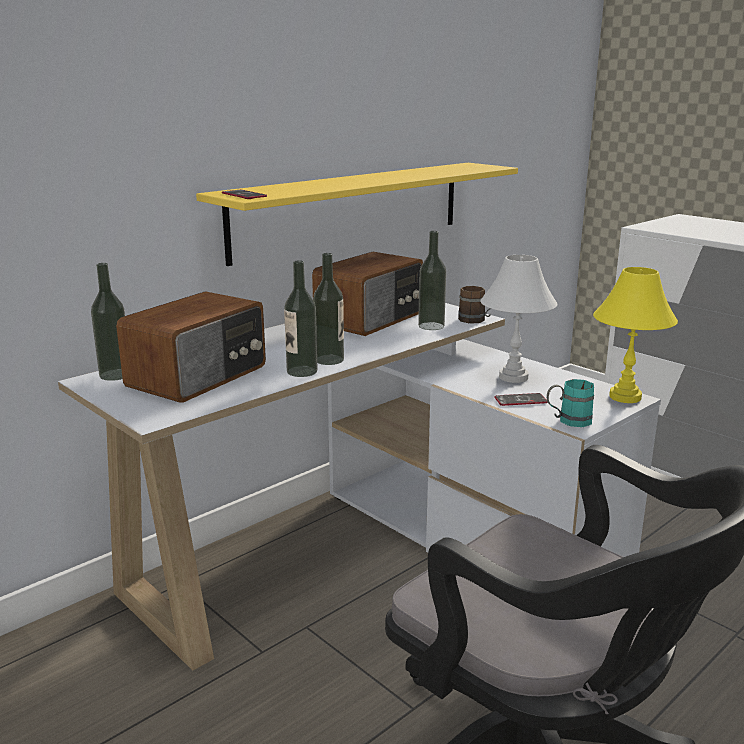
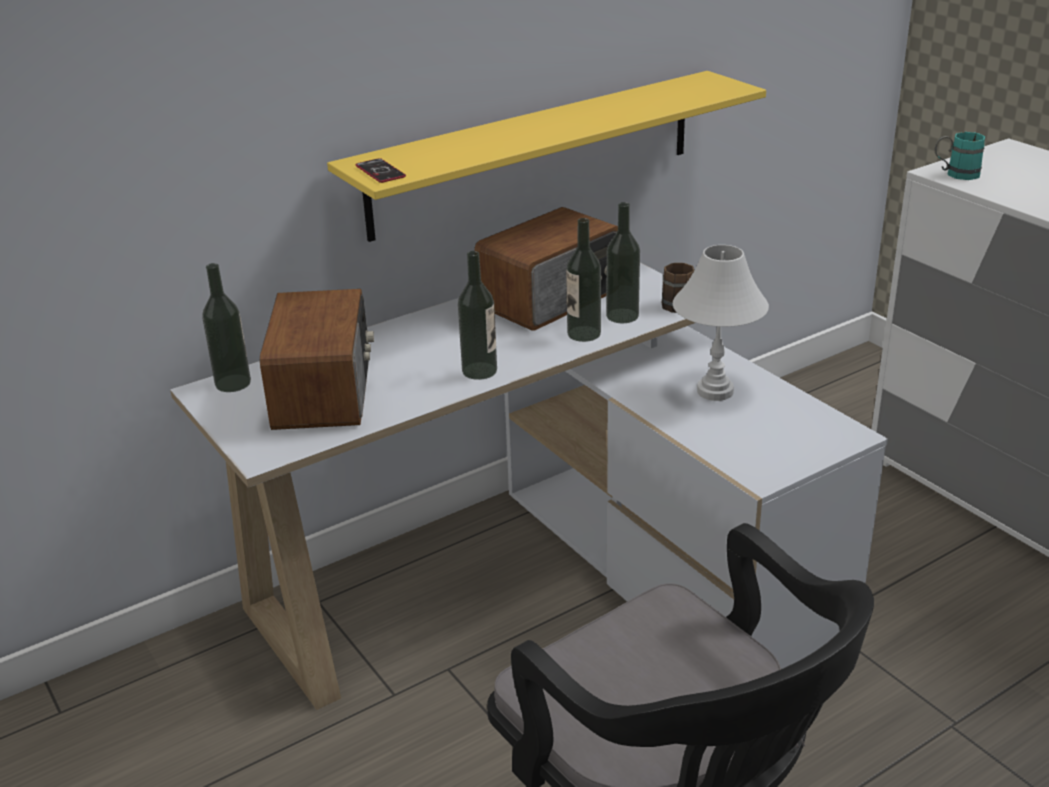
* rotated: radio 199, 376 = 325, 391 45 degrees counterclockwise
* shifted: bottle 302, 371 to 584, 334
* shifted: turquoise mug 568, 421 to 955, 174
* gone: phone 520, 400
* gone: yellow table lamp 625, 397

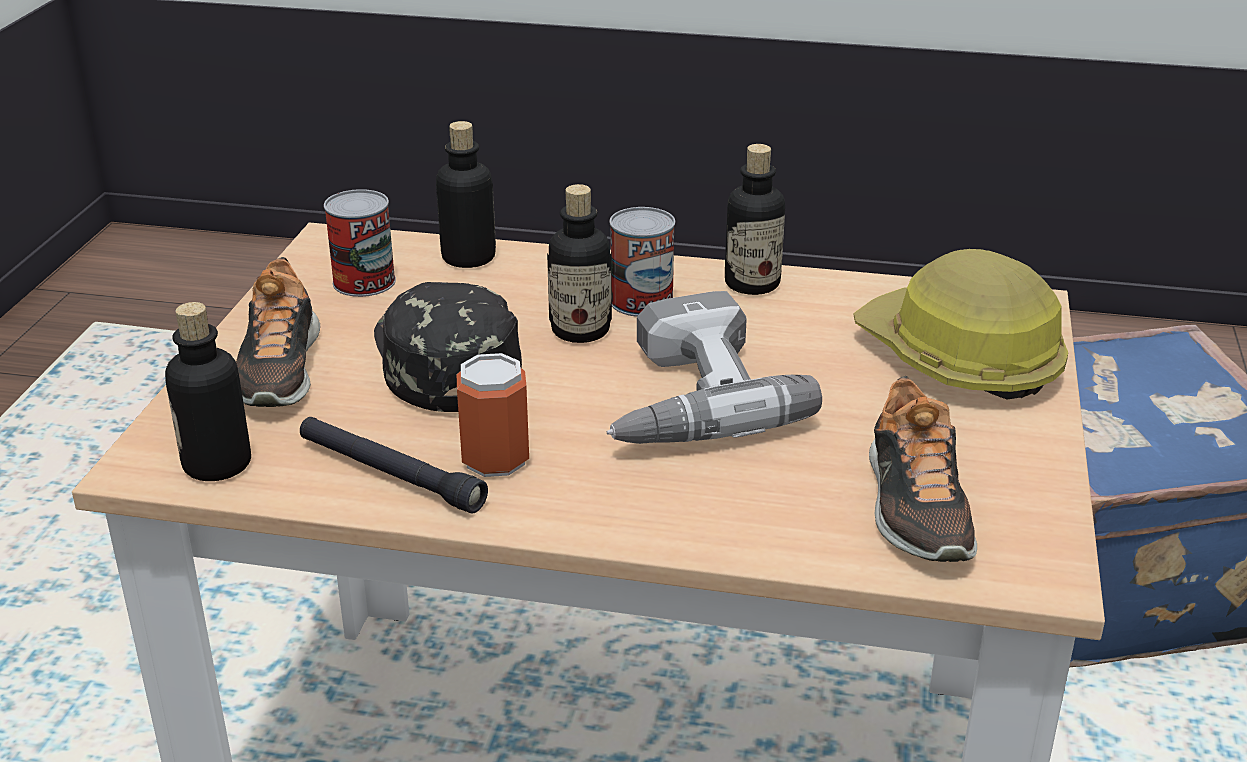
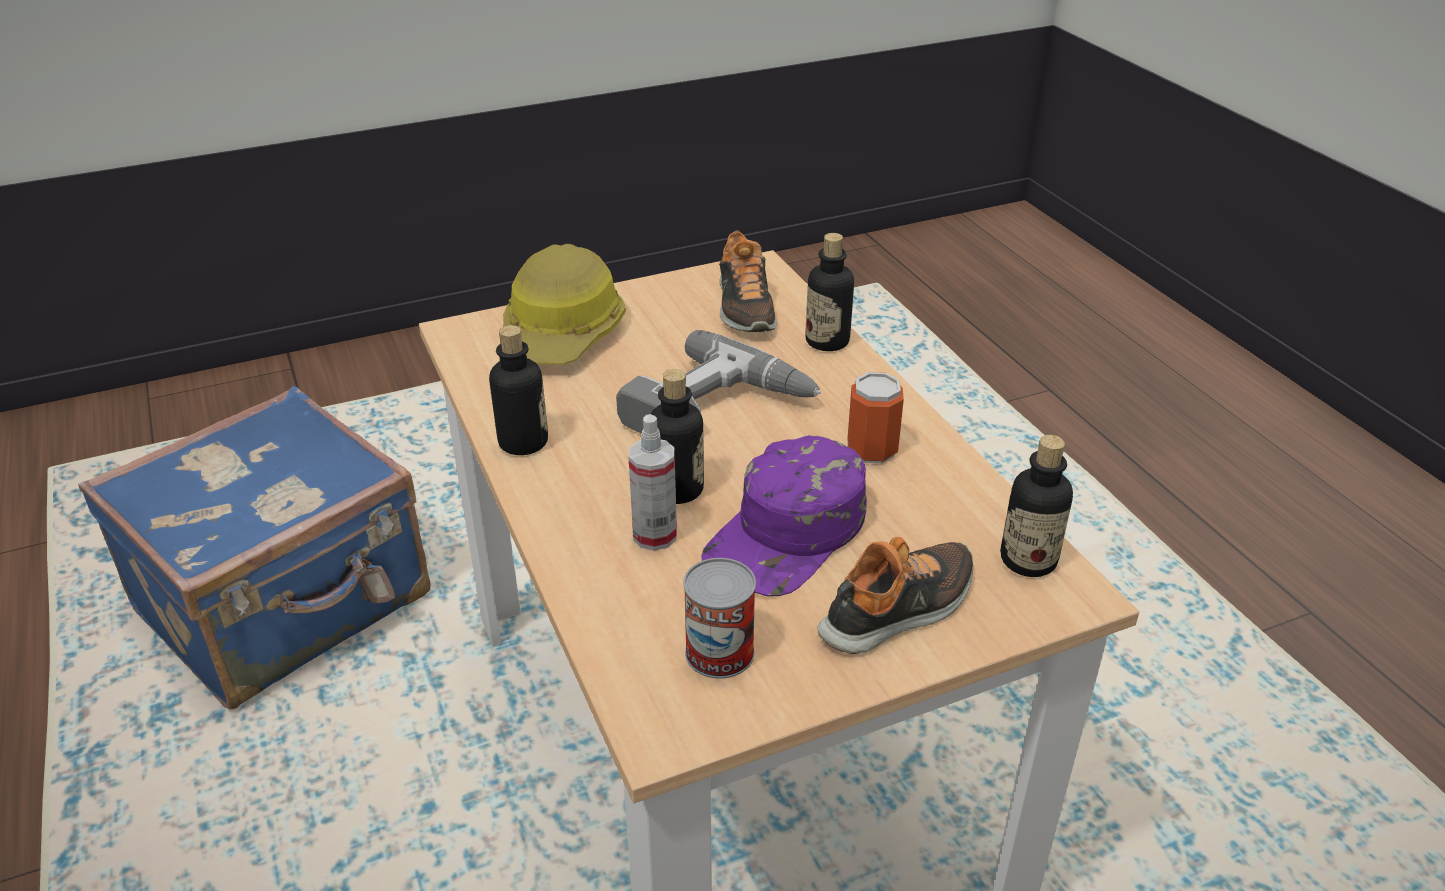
* new: spray bottle 655, 535
* repainted: black cap 443, 358 to purple cap 788, 534
* rotated: shoe 915, 508 = 744, 308 120 degrees clockwise
* shifted: bottle 468, 257 to 827, 341
* gone: black flashlight 390, 474
* gone: can 641, 301

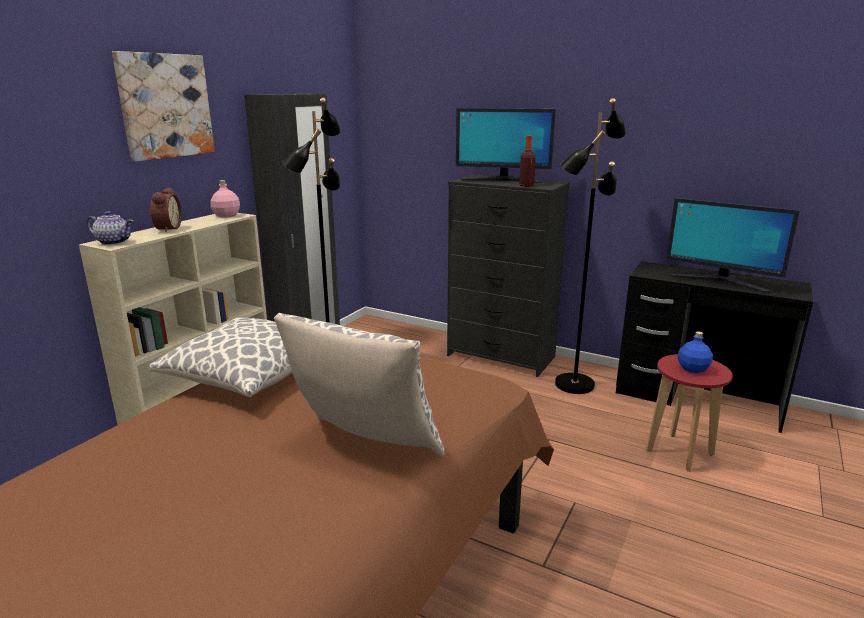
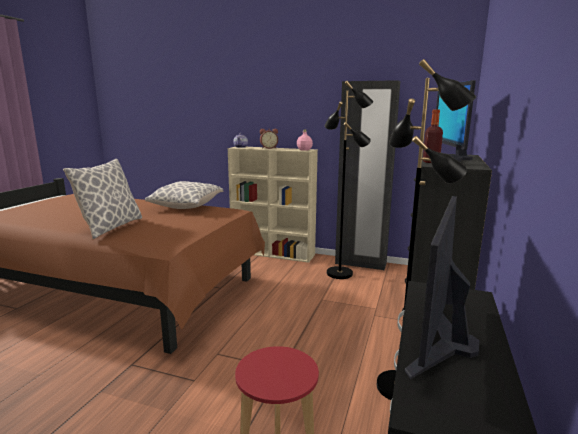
* gone: picture 165, 106
* gone: blue bottle 693, 369

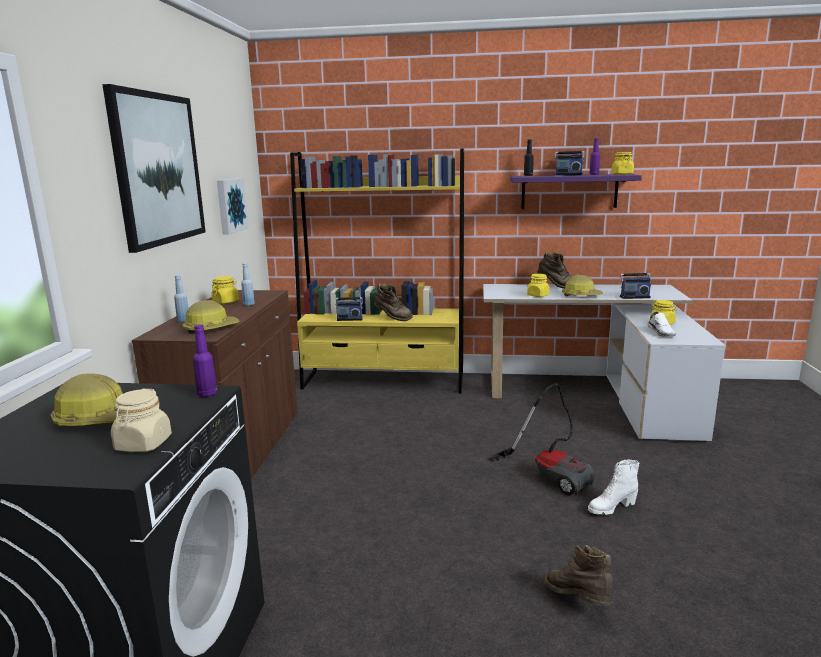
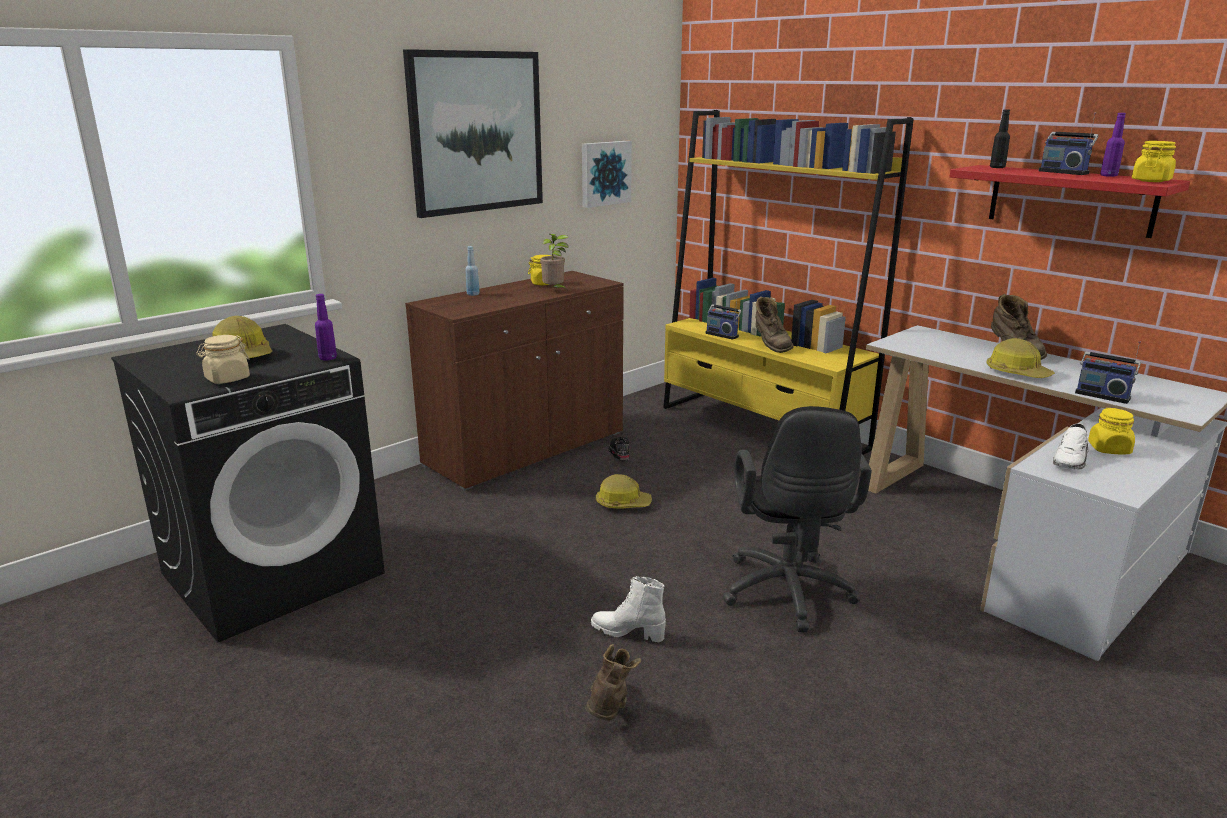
* swapped: blue bottle 249, 304 to potted plant 554, 291
* shifted: white boot 611, 507 to 628, 632
* shifted: hard hat 211, 328 to 622, 503
* new: black shoe 619, 453
* swapped: vacuum cleaner 550, 474 to black office chair 788, 595
* repainted: purple shelf 569, 191 to red shelf 1070, 200
* gone: yellow jar 538, 295

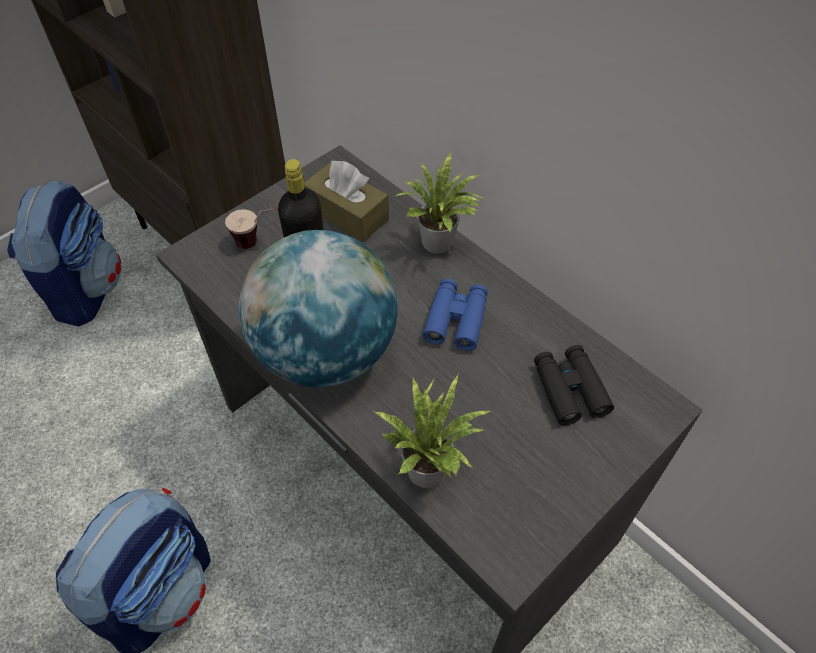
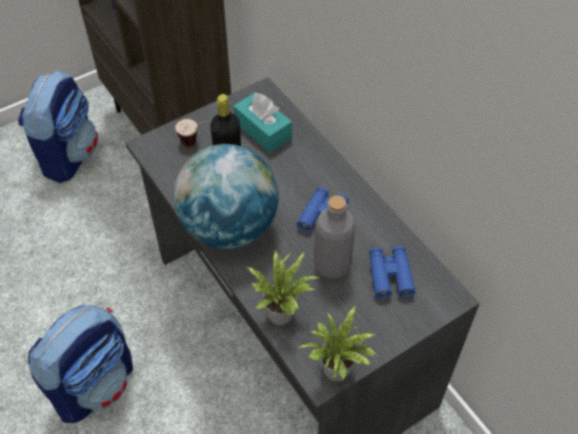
* repainted: brown tissue box 347, 214 to turquoise tissue box 263, 130
* shifted: potted plant 440, 245 to 338, 372
* new: grey bottle 332, 265
* repainted: black binoculars 569, 389 to blue binoculars 390, 275

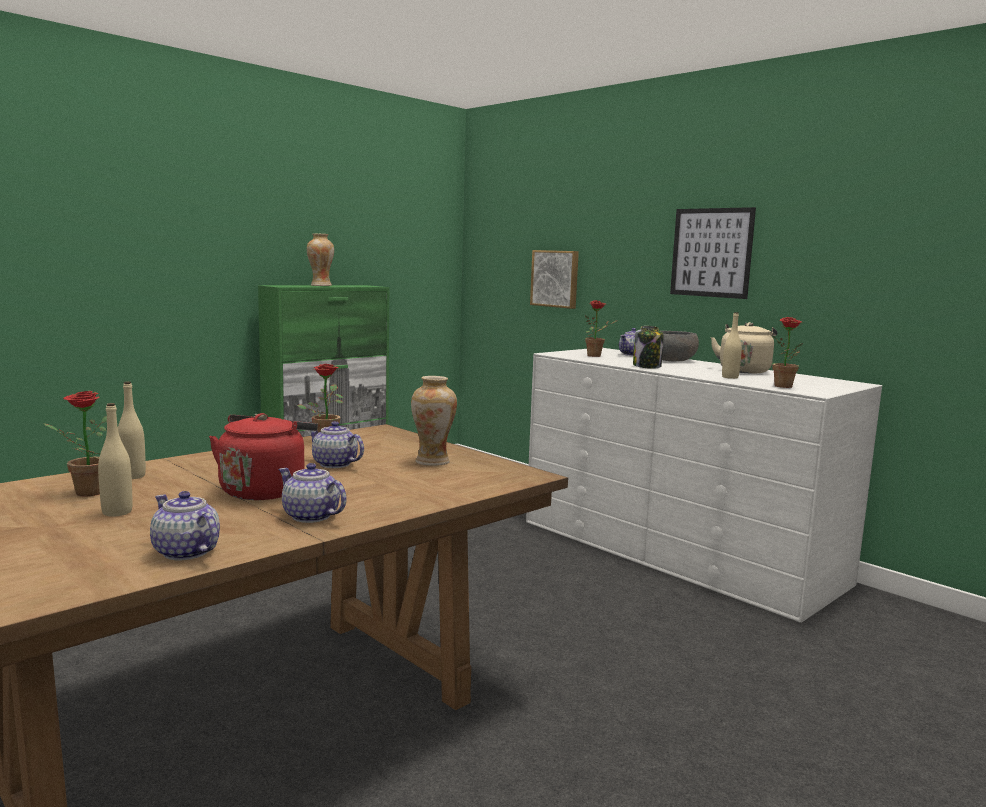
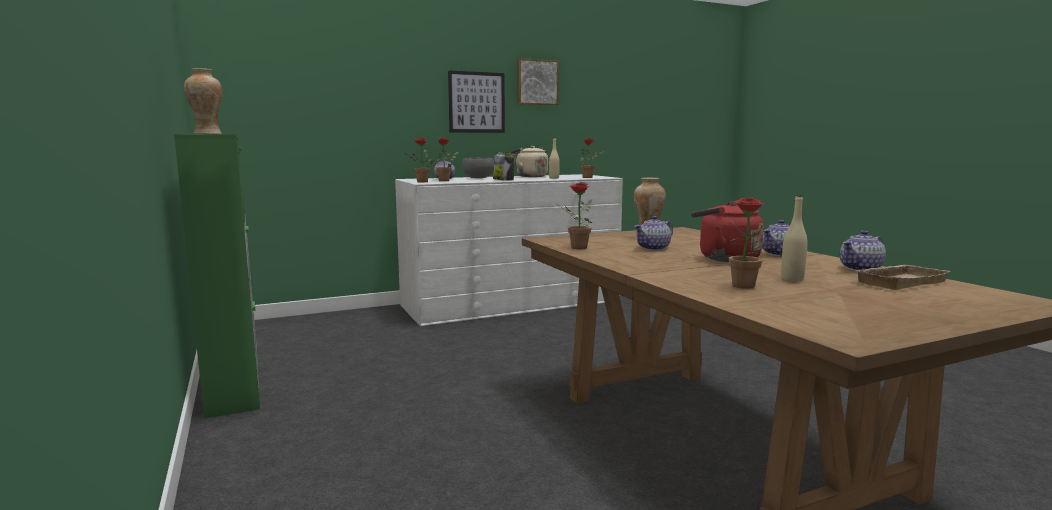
* new: potted plant 420, 182
* shifted: picture 555, 278 to 537, 82
* new: beige tray 898, 281
* gone: beige bottle 132, 476

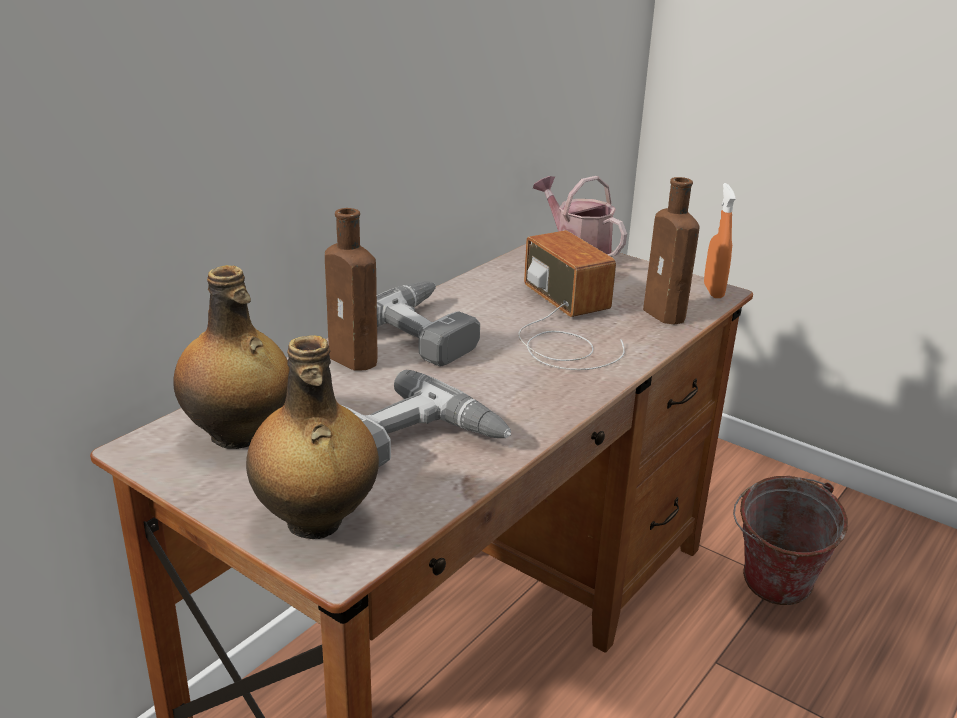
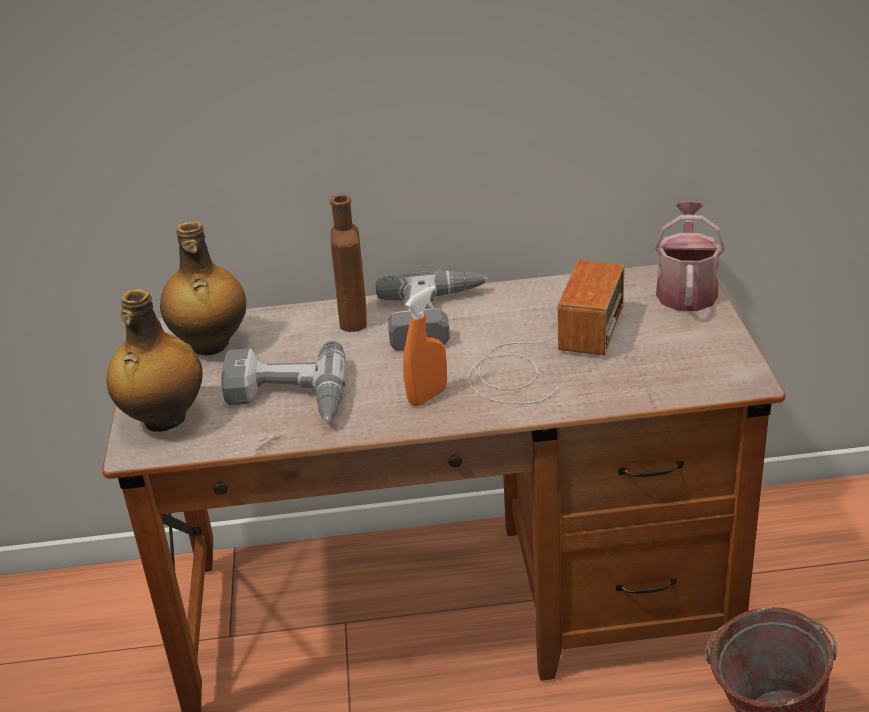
* shifted: orange spray bottle 713, 291 to 427, 396
* gone: brown bottle 666, 315

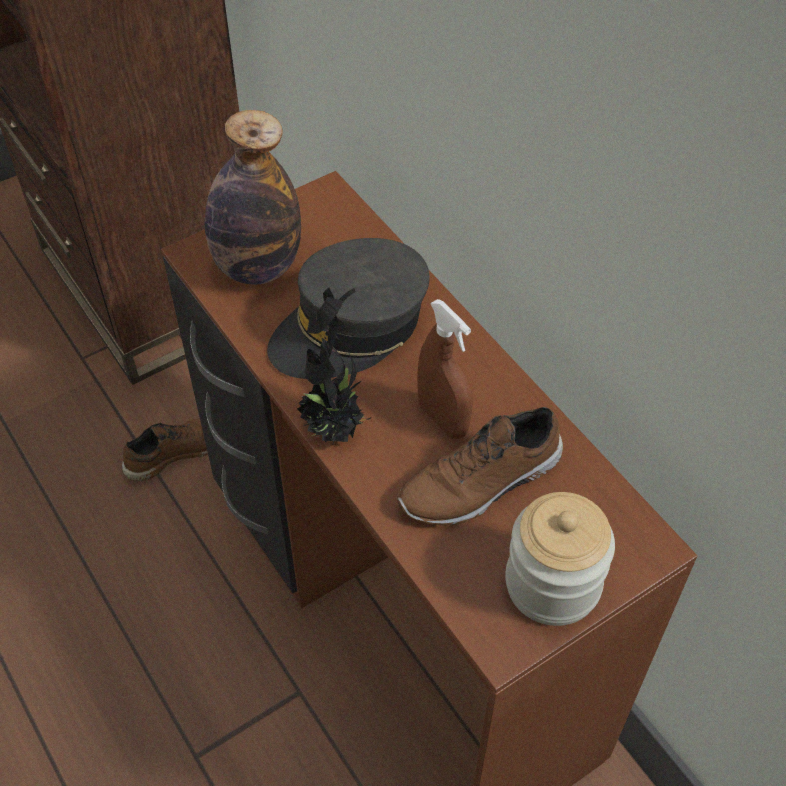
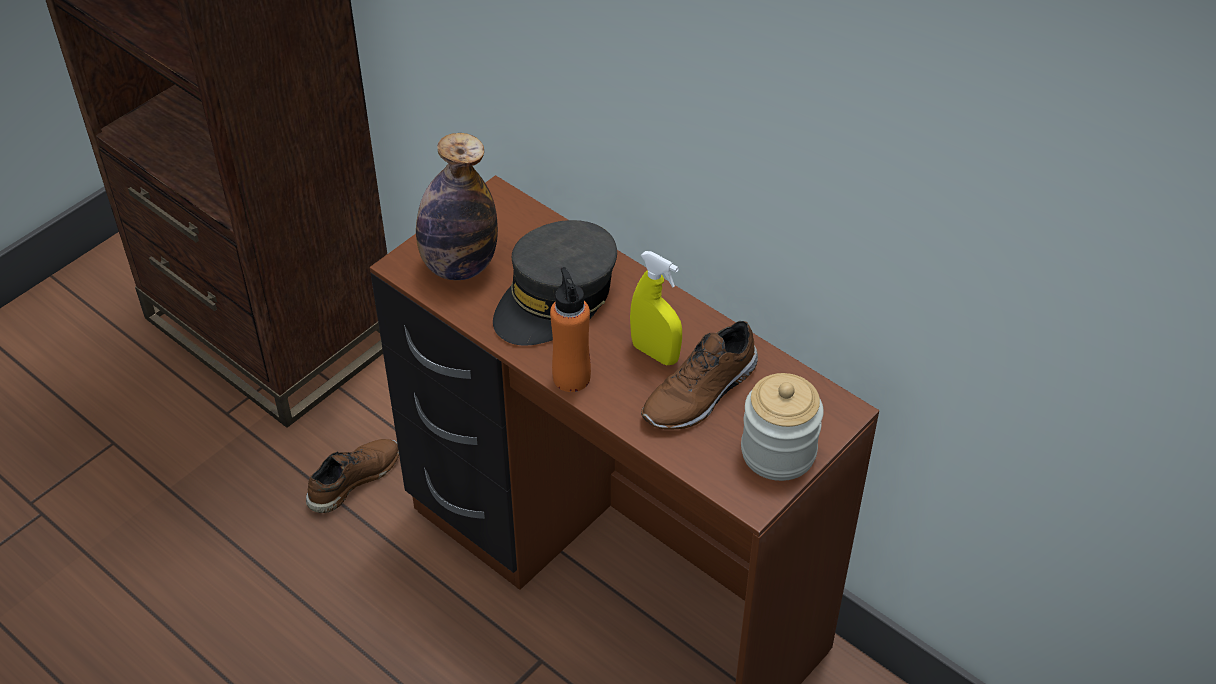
* swapped: potted plant 335, 428 to orange bottle 571, 377
* repainted: brown spray bottle 443, 419 to yellow spray bottle 655, 353

